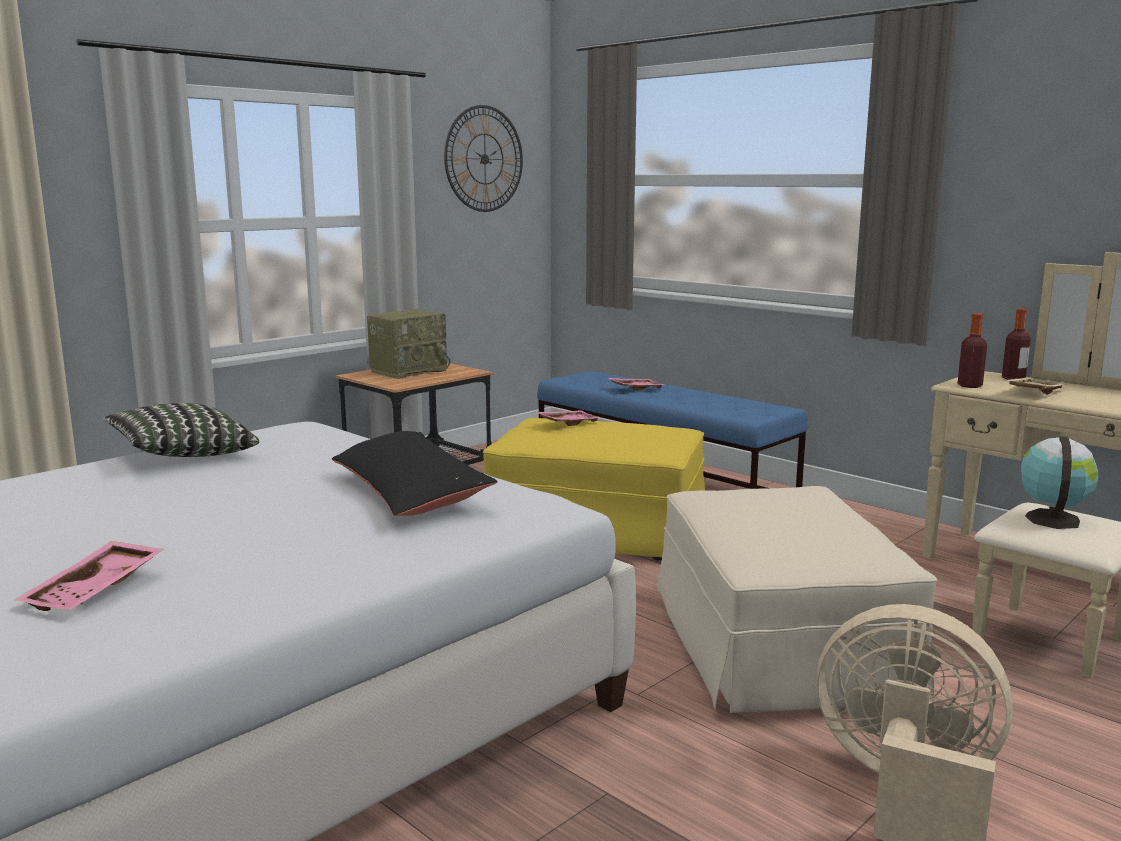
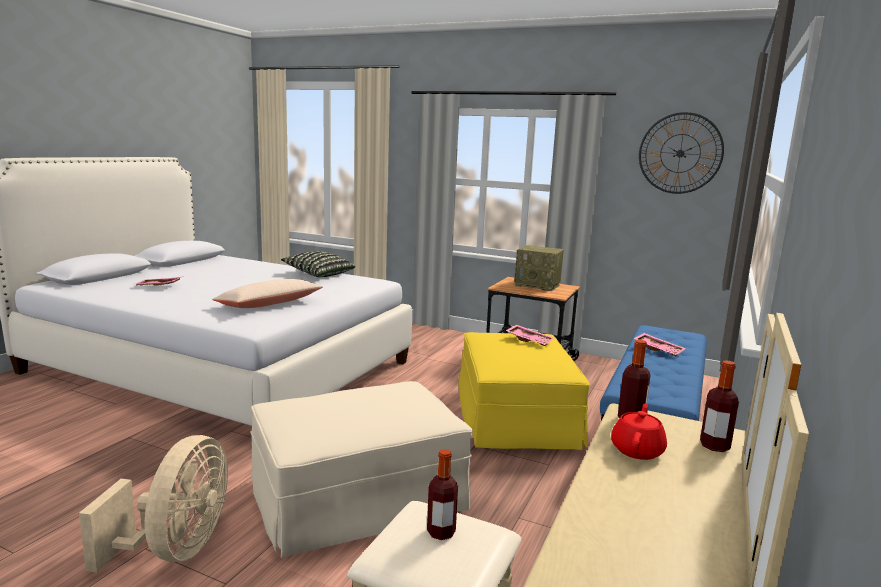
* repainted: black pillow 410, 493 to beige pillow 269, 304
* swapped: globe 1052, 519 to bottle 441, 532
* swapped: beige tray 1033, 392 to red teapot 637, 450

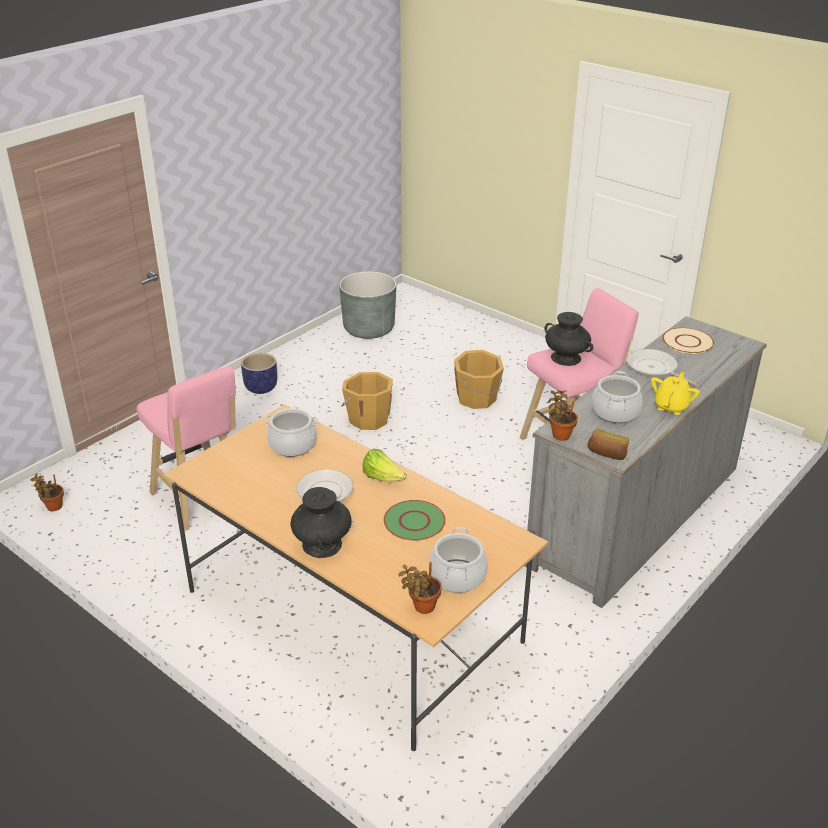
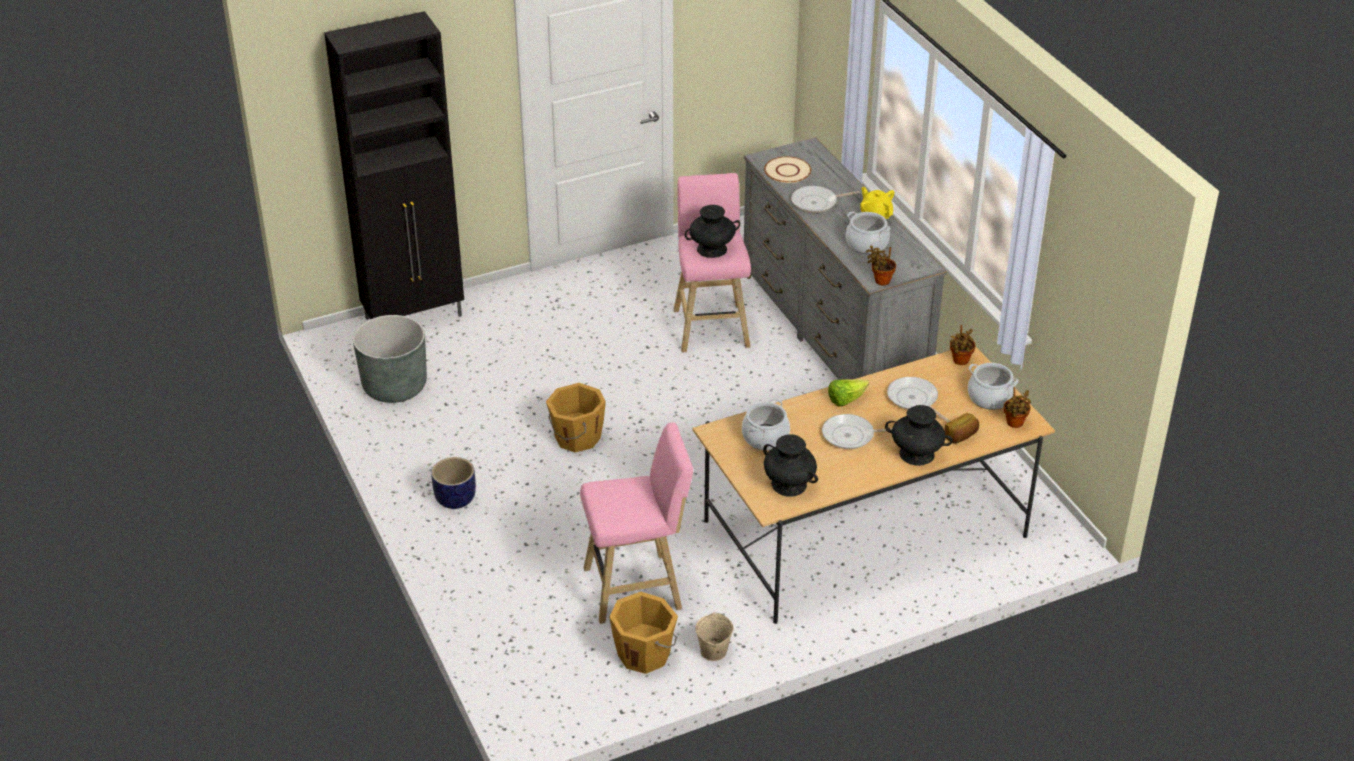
* new: black cabinet 415, 317
* shifted: orange bucket 477, 398 to 645, 653
* new: beige bucket 713, 651
* new: black vase 789, 485
* swapped: green plate 414, 522 to frying pan 914, 400
* shifted: bread 607, 453 to 961, 436
* shifted: potted plant 52, 506 to 960, 361

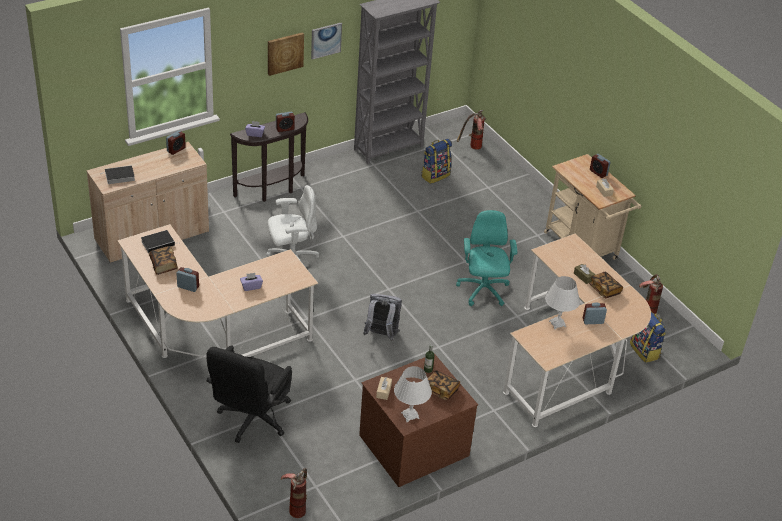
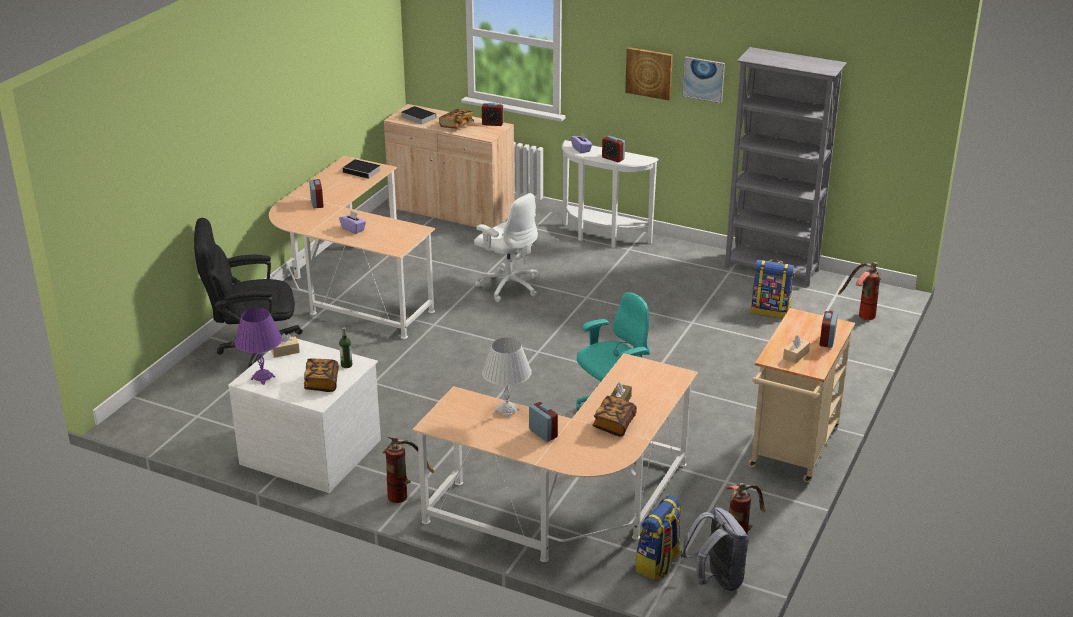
* repainted: brown dresser 413, 444 to white dresser 312, 451
* repainted: white table lamp 410, 415 to purple table lamp 262, 378
* shifted: fire extinguisher 297, 506 to 404, 493
* shifted: book 164, 265 to 456, 126
* repainted: brown console table 273, 190 to white console table 602, 238
* shifted: grey backpack 381, 335 to 716, 579

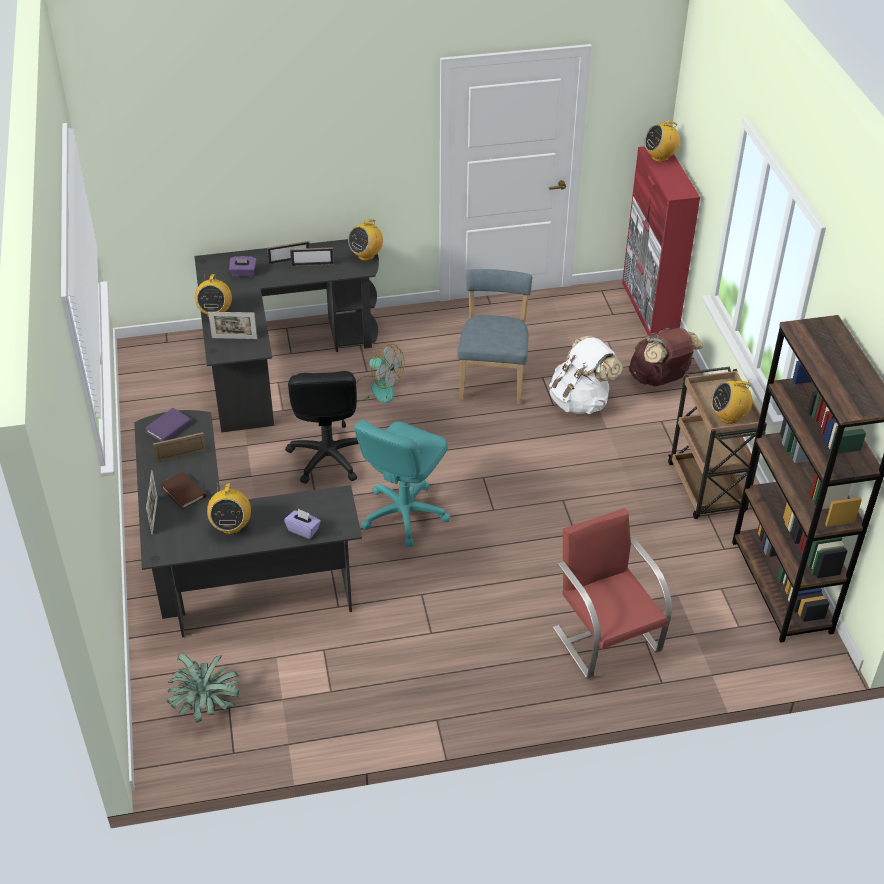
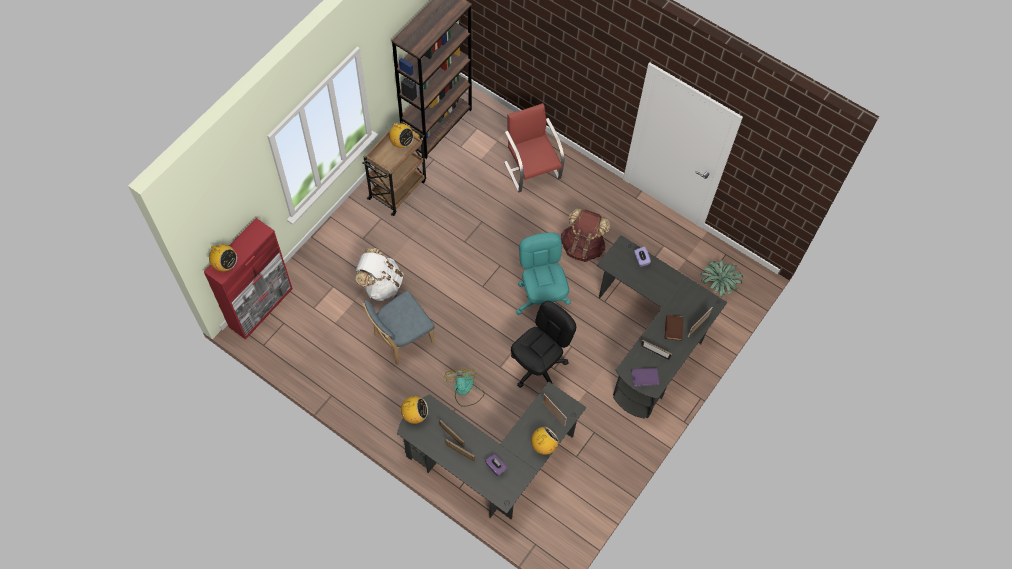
* rotated: red chair 606, 638 = 532, 169 135 degrees clockwise
* rotated: turquoise office chair 404, 514 = 541, 300 90 degrees counterclockwise
* shifted: brown backpack 660, 379 to 582, 246
* gone: radio 231, 526

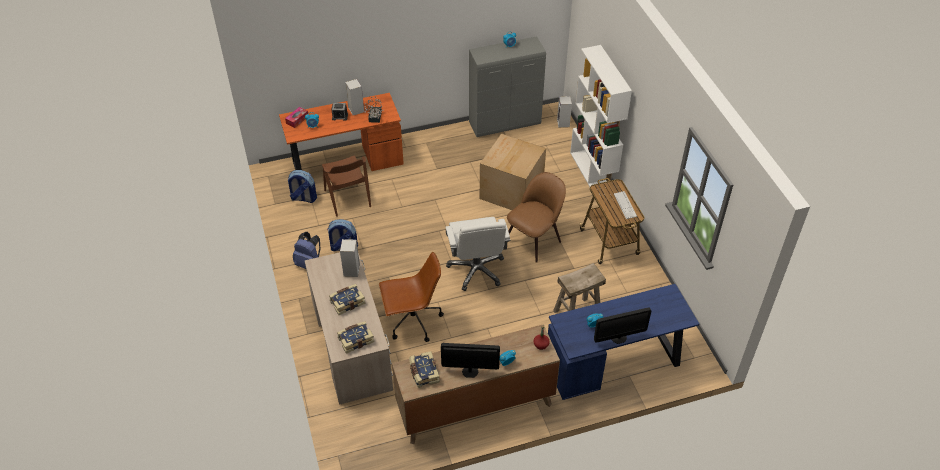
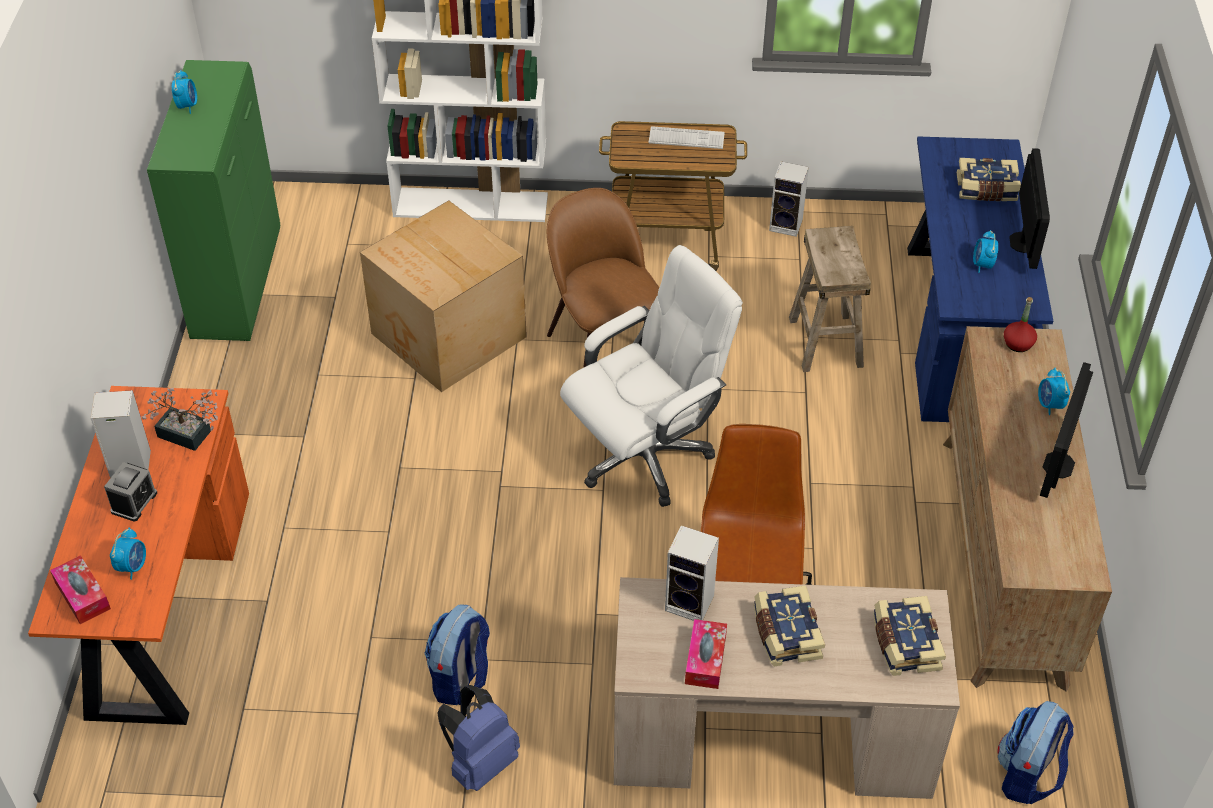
* repainted: grey cabinet 505, 123 to green cabinet 237, 284
* rotated: white office chair 477, 270 = 645, 454 45 degrees counterclockwise
* new: tissue box 705, 659
* shifted: speaker 563, 123 to 787, 225
* shifted: book 423, 373 to 986, 190
* shifted: backpack 303, 198 to 1027, 775
* gone: brown chair 347, 198

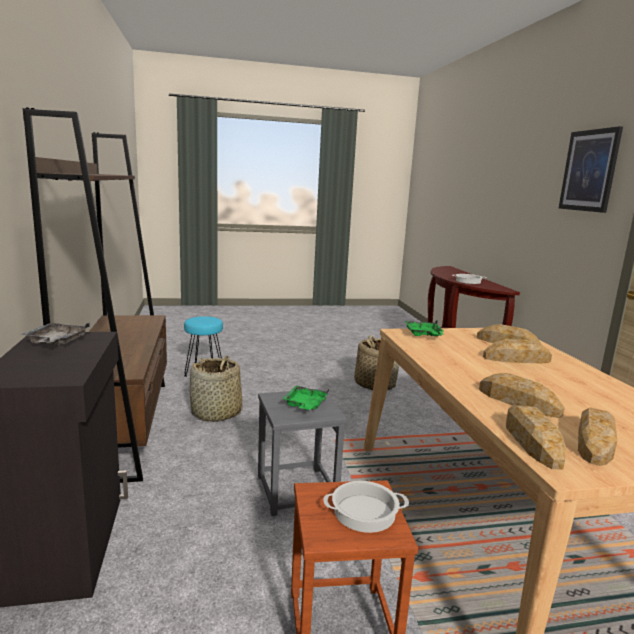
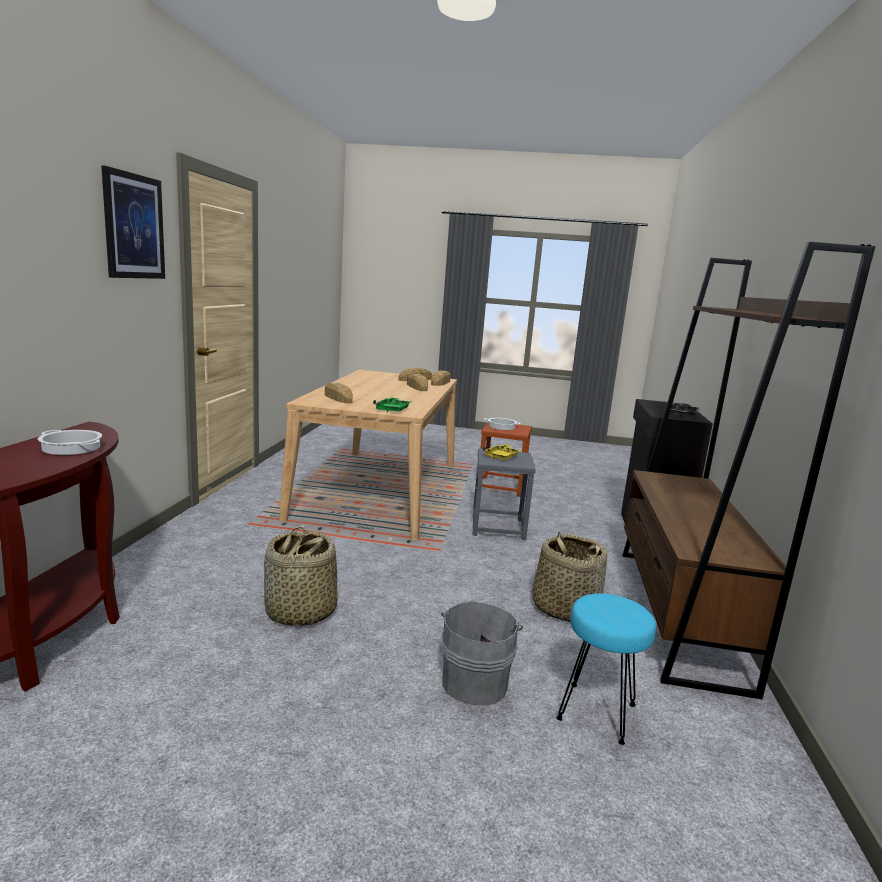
* new: grey bucket 475, 681
* repainted: green tray 305, 405 to yellow tray 502, 457
* gone: bread 516, 359

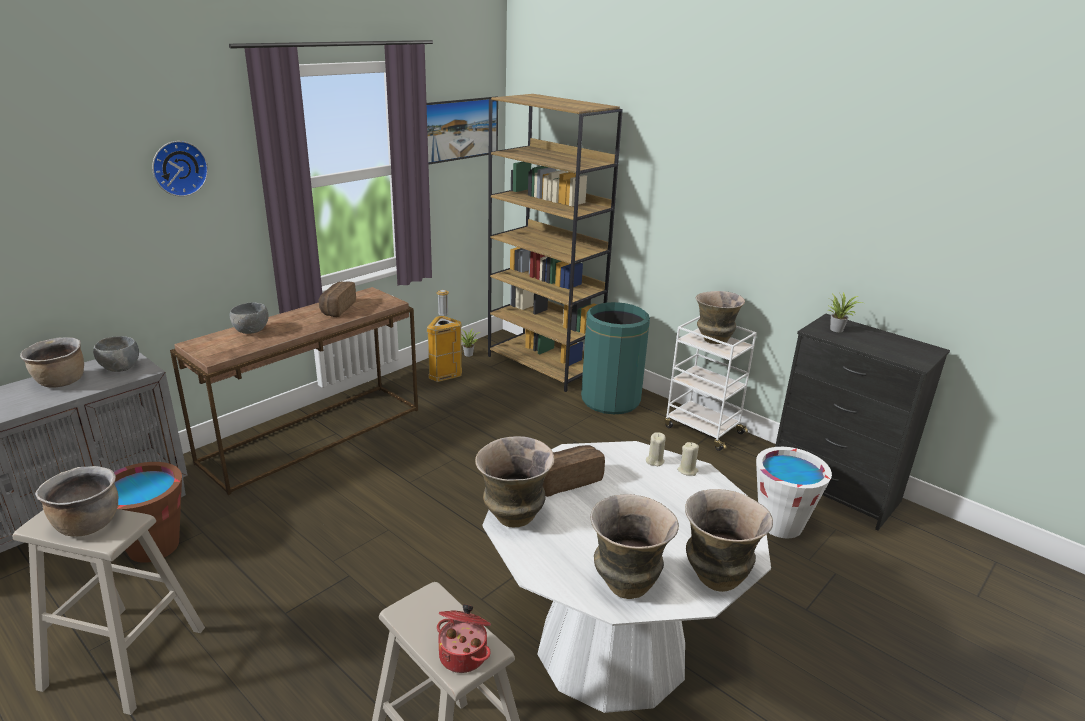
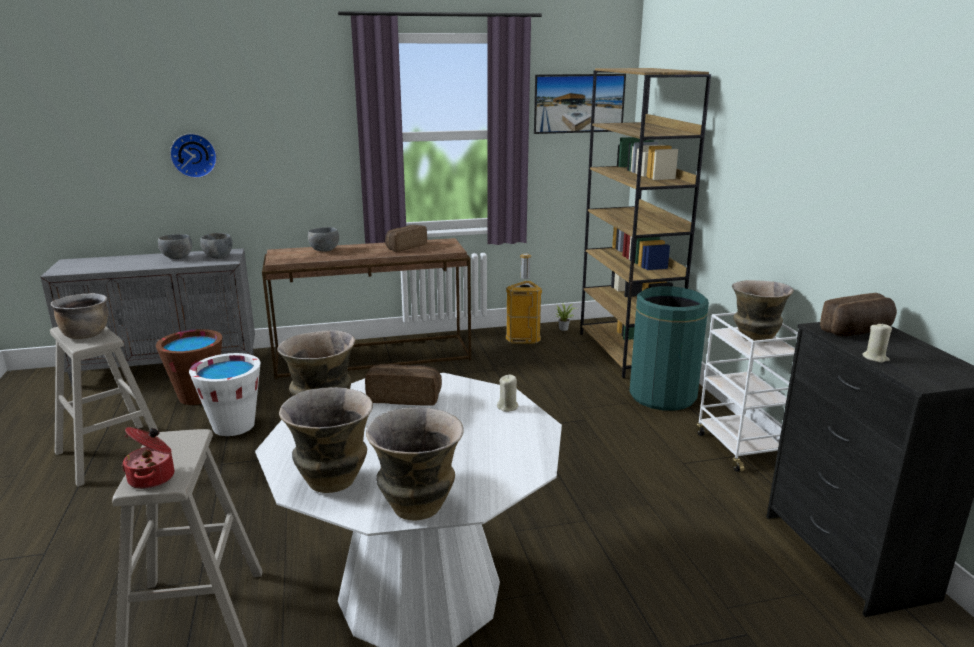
* swapped: brown cooking pot 61, 382 to grey bowl 177, 258
* shifted: wall clock 178, 168 to 194, 155
* shifted: white bucket 780, 524 to 233, 426
* swapped: potted plant 837, 329 to bread 858, 332
* shifted: beige candle 687, 470 to 875, 358

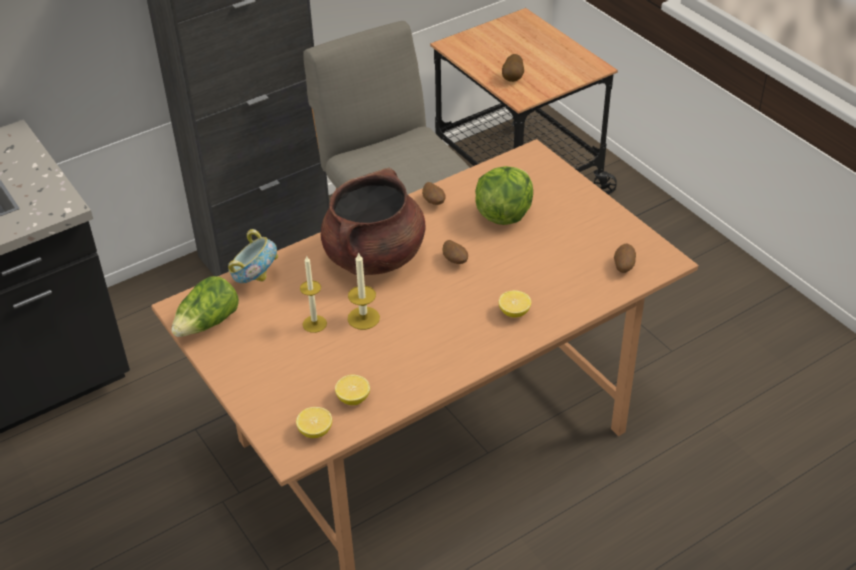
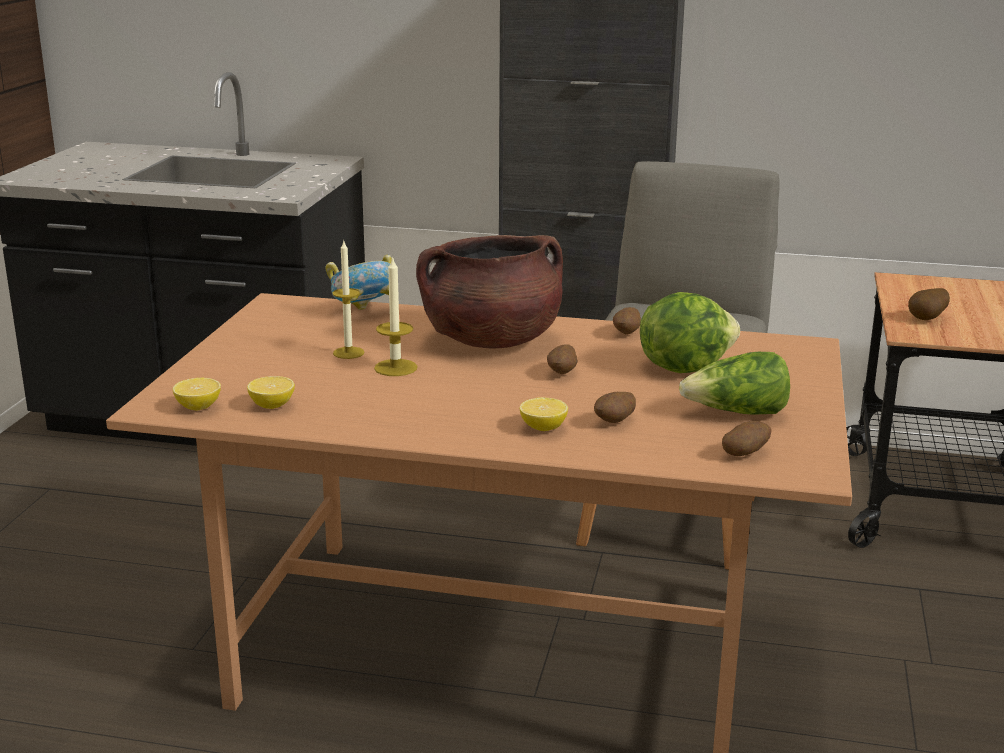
* new: potato 614, 422
* shifted: lettuce 208, 323 to 737, 413

